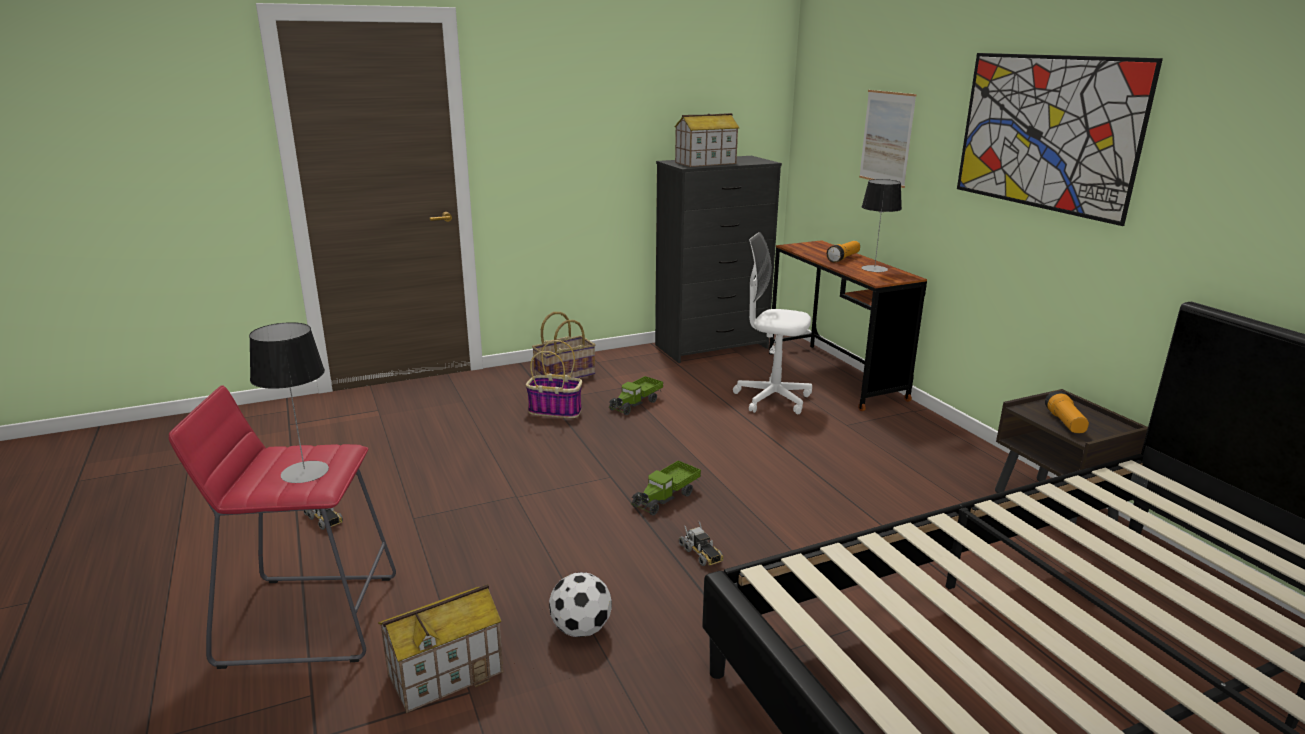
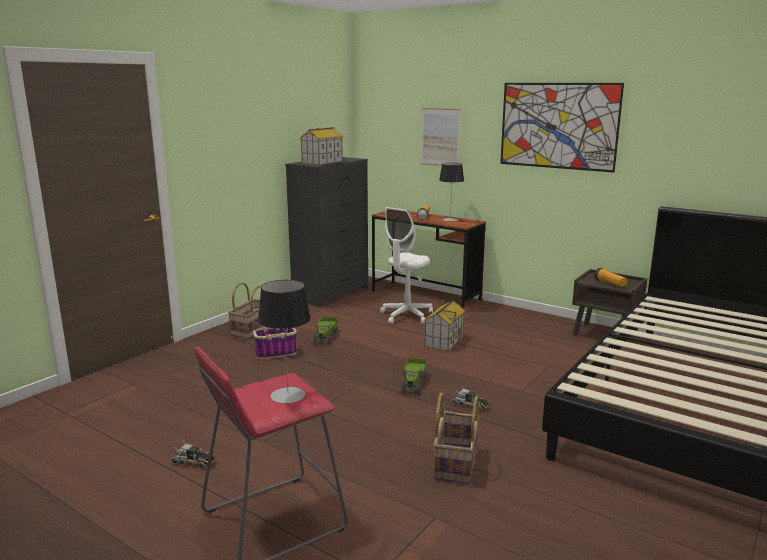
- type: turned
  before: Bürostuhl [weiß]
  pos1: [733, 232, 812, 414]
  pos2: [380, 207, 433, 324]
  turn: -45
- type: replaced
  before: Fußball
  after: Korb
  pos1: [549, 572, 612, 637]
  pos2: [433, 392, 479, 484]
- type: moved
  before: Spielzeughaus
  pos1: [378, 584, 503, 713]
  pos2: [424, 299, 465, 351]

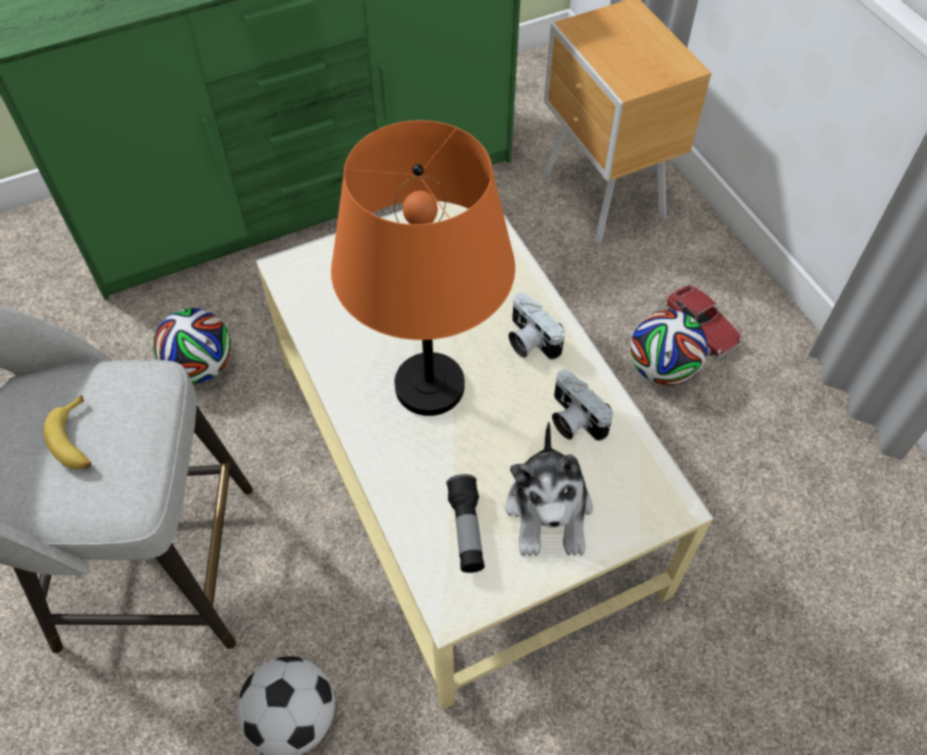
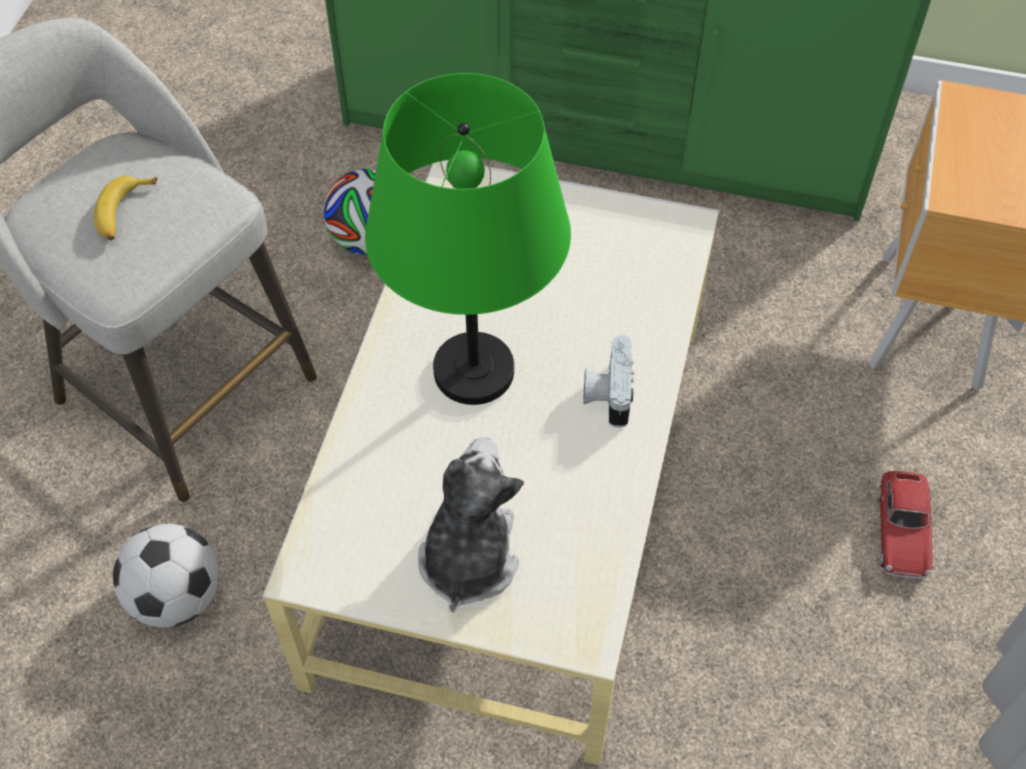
- type: recoloured
  before: Tischlampe [orange]
  after: Tischlampe [grün]
  pos1: [331, 120, 515, 416]
  pos2: [365, 73, 571, 405]
- type: removed
  before: Fußball
  pos1: [630, 310, 708, 386]
- type: removed
  before: Kamera
  pos1: [552, 369, 613, 441]
- type: turned
  before: Plüschtier
  pos1: [506, 422, 593, 556]
  pos2: [418, 437, 524, 613]
  turn: 150
- type: removed
  before: Taschenlampe
  pos1: [446, 474, 485, 573]

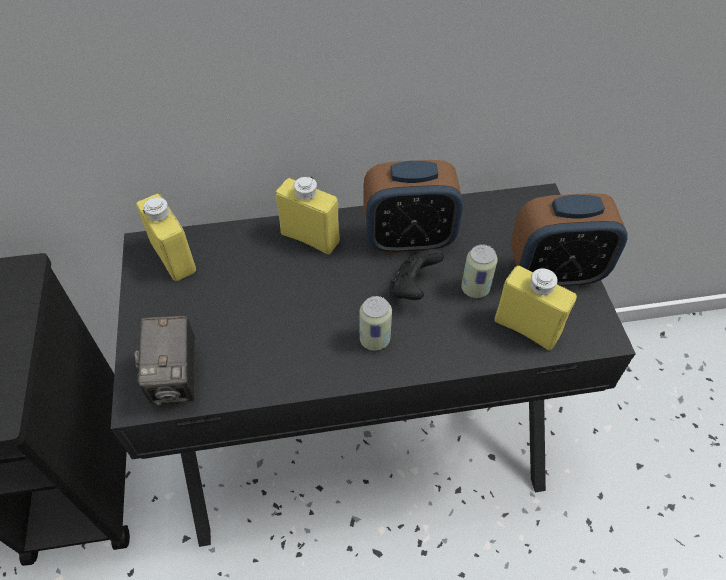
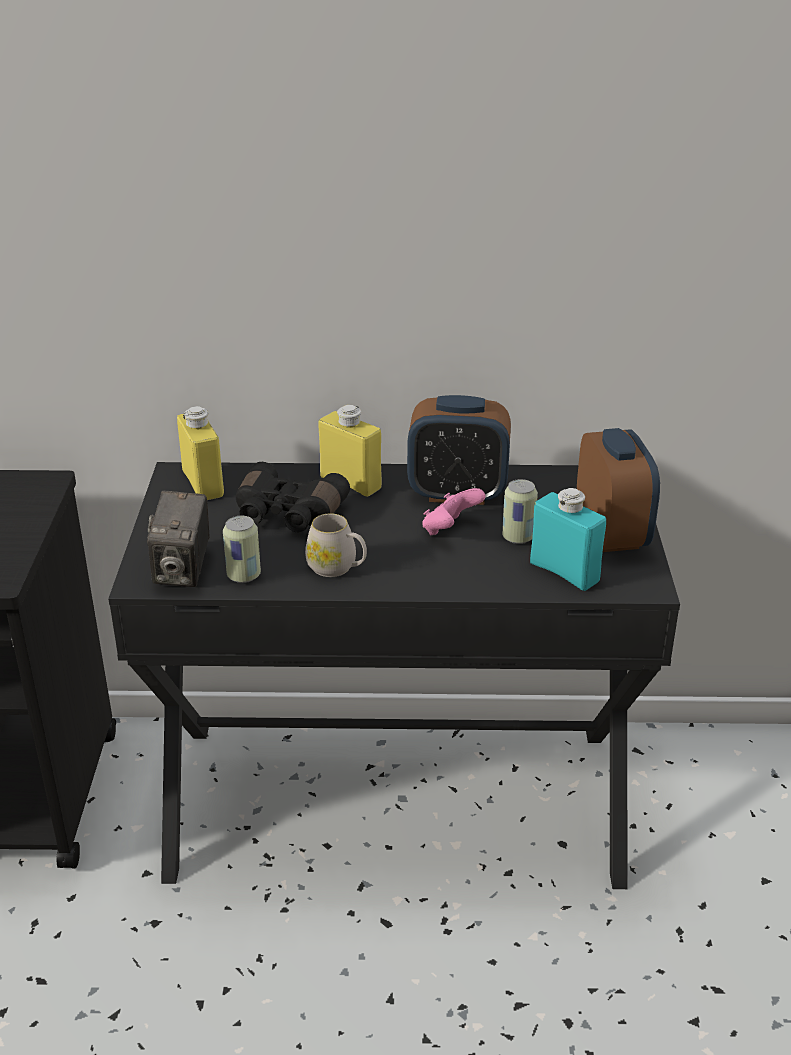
- type: turned
  before: Wecker
  pos1: [511, 193, 628, 286]
  pos2: [577, 428, 660, 552]
  turn: -105
- type: recoloured
  before: Gamepad [schwarz]
  after: Gamepad [rosa]
  pos1: [389, 249, 444, 300]
  pos2: [422, 488, 485, 535]
- type: recoloured
  before: Flasche [gelb]
  after: Flasche [türkis]
  pos1: [494, 265, 577, 351]
  pos2: [530, 488, 606, 591]
- type: moved
  before: Dose
  pos1: [359, 296, 392, 351]
  pos2: [223, 516, 261, 583]
- type: added
  after: Fernglas [schwarz]
  pos2: [236, 462, 350, 532]
- type: added
  after: Henkelbecher [weiß]
  pos2: [305, 513, 367, 577]

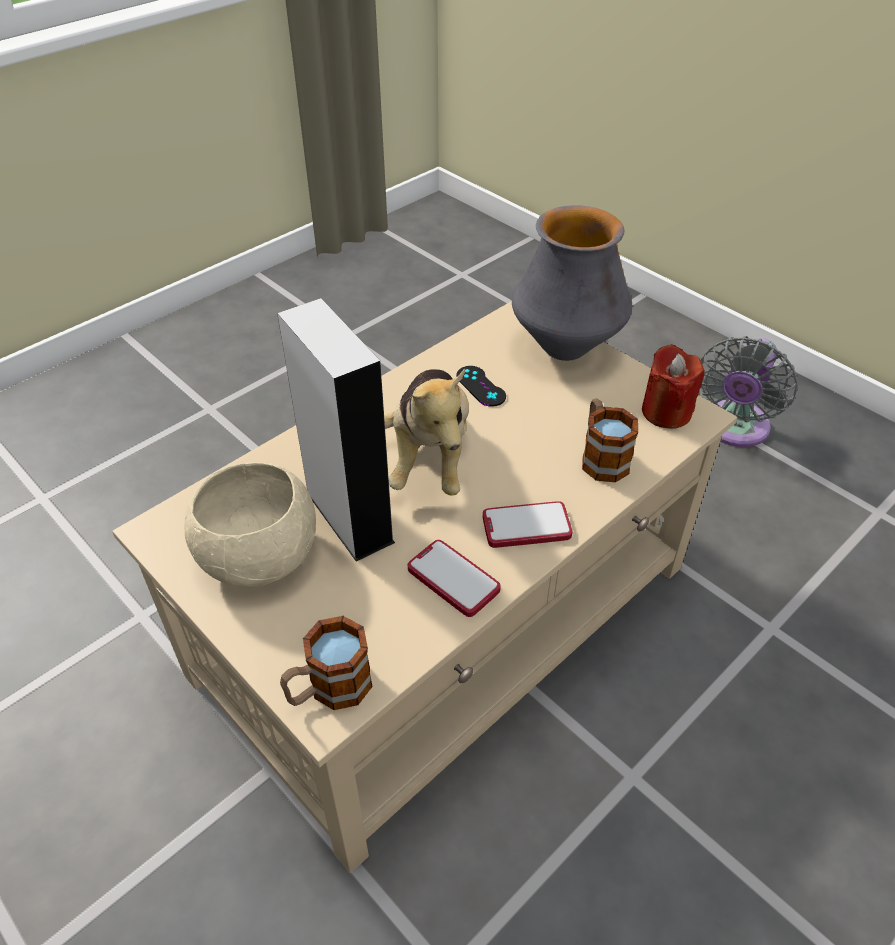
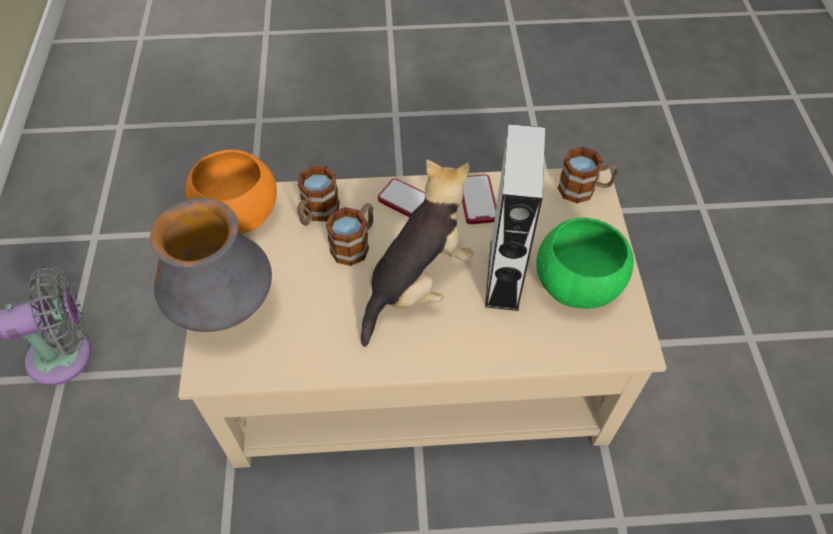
- type: replaced
  before: Kerze [rot]
  after: Schüssel [orange]
  pos1: [642, 344, 705, 429]
  pos2: [186, 149, 277, 234]
- type: removed
  before: Gamepad [schwarz]
  pos1: [456, 366, 506, 407]
- type: recoloured
  before: Schüssel [beige]
  after: Schüssel [grün]
  pos1: [184, 462, 316, 587]
  pos2: [536, 218, 634, 309]
- type: added
  after: Henkelbecher
  pos2: [326, 203, 373, 266]

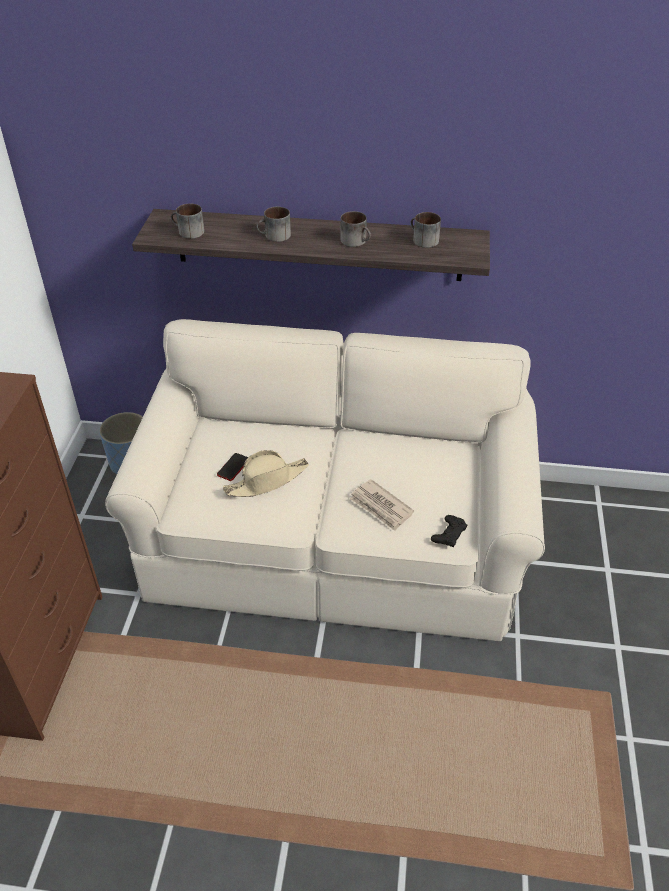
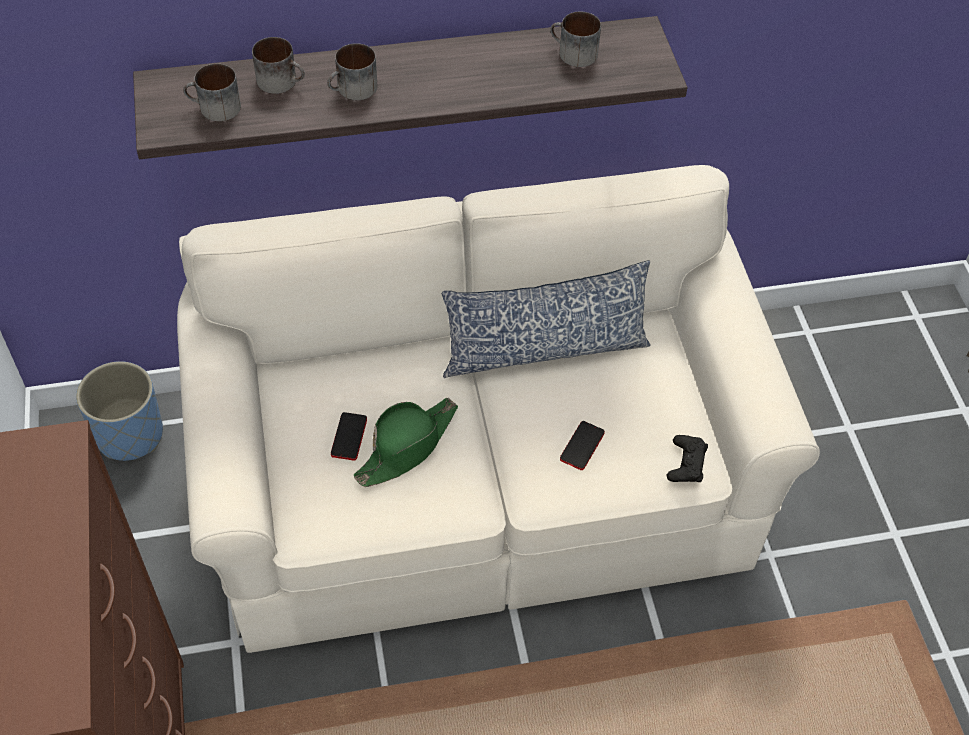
- type: moved
  before: Henkelbecher
  pos1: [340, 211, 371, 247]
  pos2: [252, 37, 305, 94]
- type: recoloured
  before: Hut [beige]
  after: Hut [grün]
  pos1: [223, 450, 309, 497]
  pos2: [354, 397, 458, 487]
- type: replaced
  before: Zeitung
  after: Handy
  pos1: [350, 479, 414, 531]
  pos2: [560, 421, 605, 470]
- type: added
  after: Kissen
  pos2: [442, 260, 651, 378]

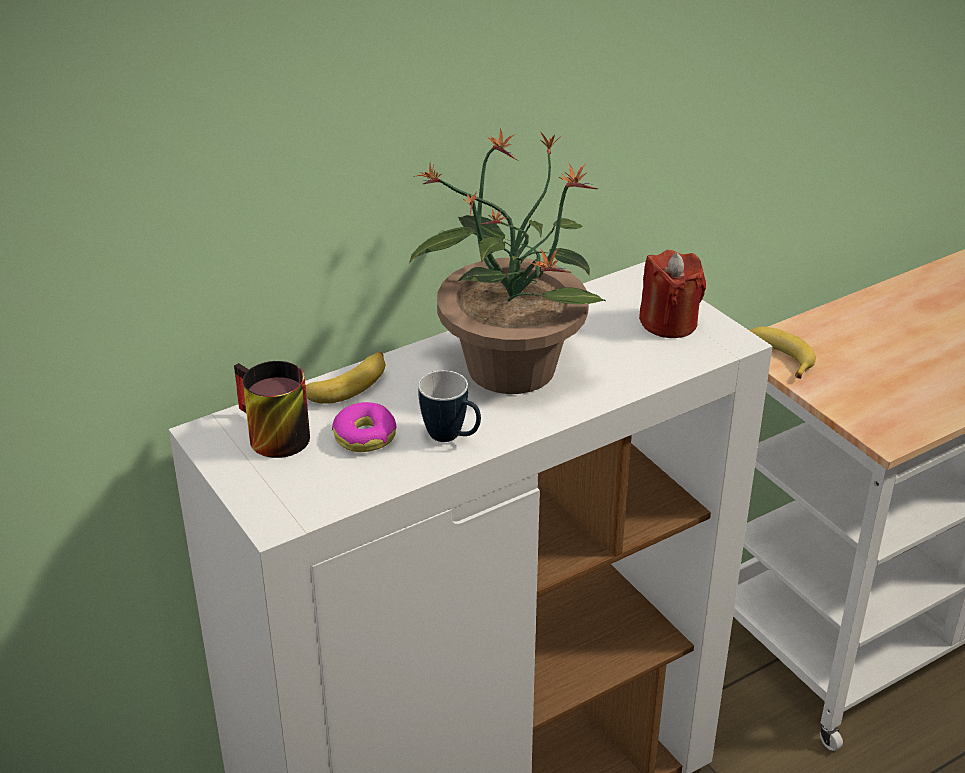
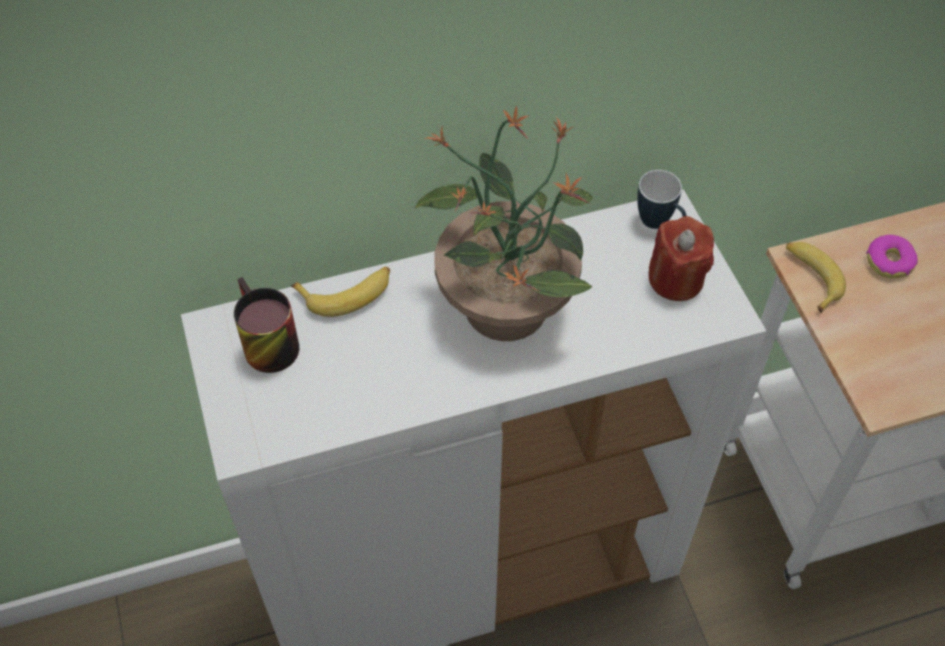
- type: moved
  before: Henkelbecher
  pos1: [418, 370, 481, 442]
  pos2: [637, 170, 686, 229]
- type: moved
  before: Donut
  pos1: [332, 402, 397, 452]
  pos2: [866, 235, 918, 278]

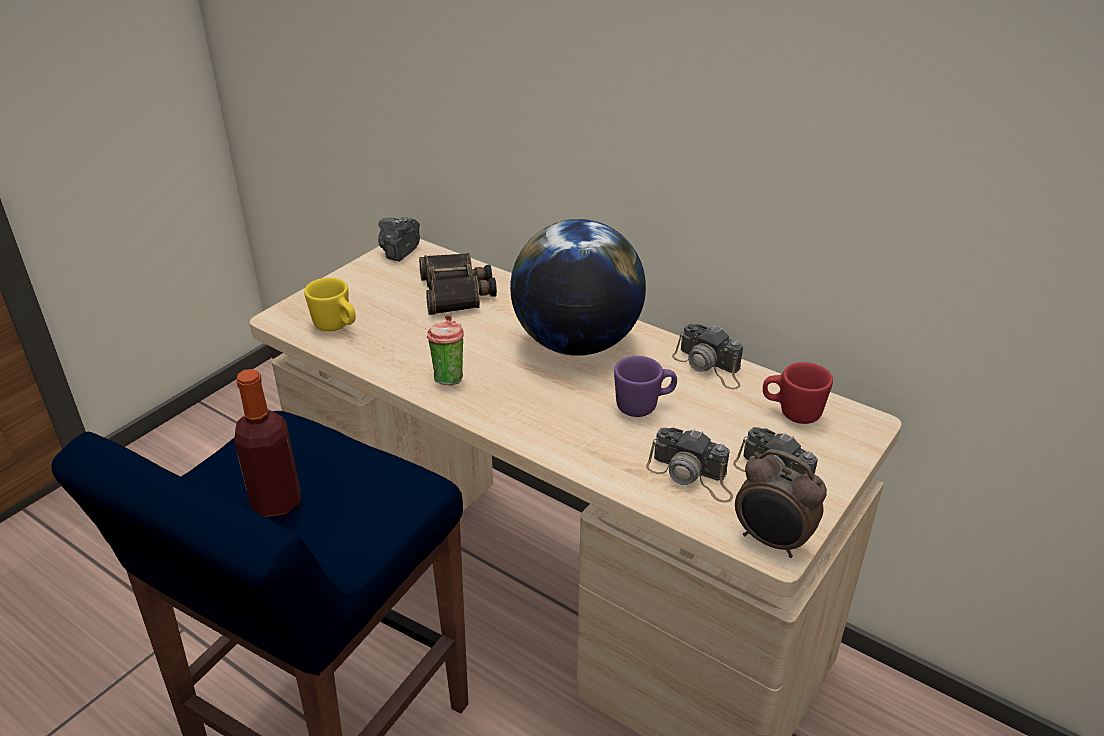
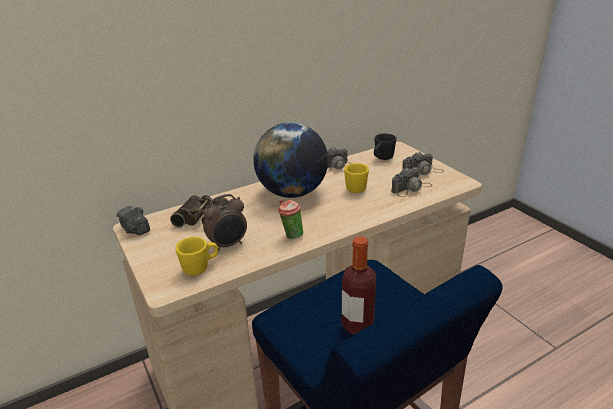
- type: recoloured
  before: Henkelbecher [lila]
  after: Henkelbecher [gelb]
  pos1: [614, 356, 677, 417]
  pos2: [344, 163, 369, 193]
- type: recoloured
  before: Henkelbecher [rot]
  after: Henkelbecher [schwarz]
  pos1: [763, 362, 833, 424]
  pos2: [374, 133, 396, 160]
- type: moved
  before: Wecker
  pos1: [735, 449, 827, 558]
  pos2: [203, 194, 247, 252]

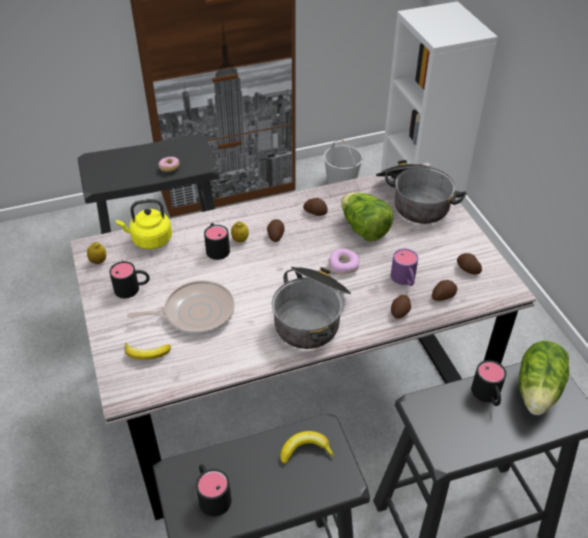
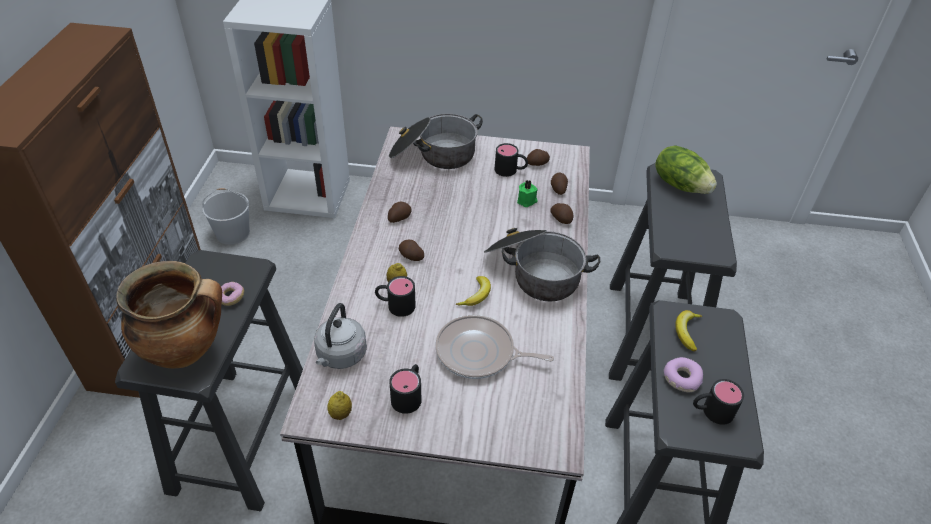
- type: removed
  before: Salatkopf
  pos1: [341, 193, 393, 241]
- type: recoloured
  before: Wasserkessel [gelb]
  after: Wasserkessel [grau]
  pos1: [116, 199, 172, 249]
  pos2: [314, 303, 367, 369]
- type: moved
  before: Donut
  pos1: [328, 248, 360, 274]
  pos2: [664, 357, 703, 392]
- type: replaced
  before: Henkelbecher [lila]
  after: Kerze [grün]
  pos1: [391, 249, 418, 286]
  pos2: [517, 180, 537, 207]
- type: turned
  before: Pfanne
  pos1: [127, 280, 235, 335]
  pos2: [436, 315, 554, 379]
  turn: -90
- type: moved
  before: Banane
  pos1: [125, 343, 171, 360]
  pos2: [456, 276, 491, 306]
- type: moved
  before: Henkelbecher [schwarz]
  pos1: [471, 360, 506, 406]
  pos2: [495, 143, 528, 177]
- type: added
  after: Kochtopf
  pos2: [116, 261, 222, 368]

